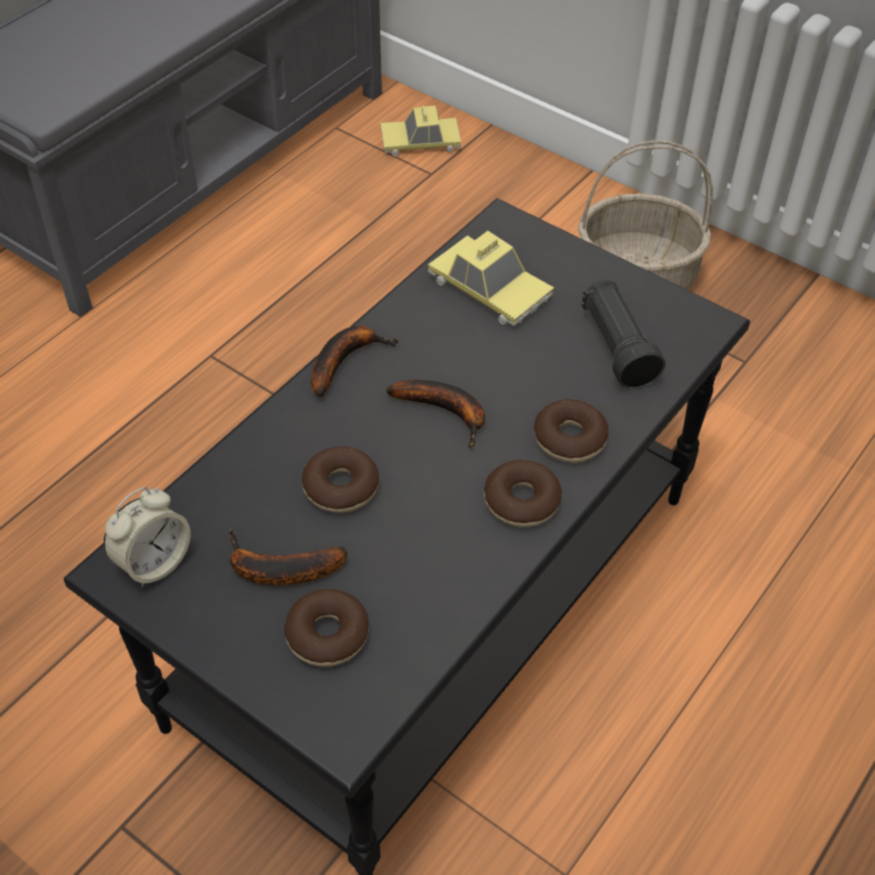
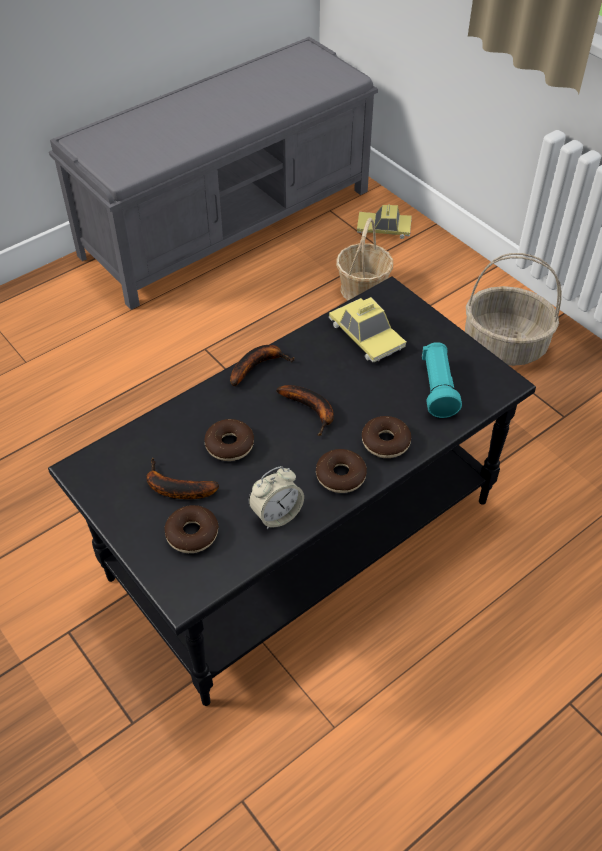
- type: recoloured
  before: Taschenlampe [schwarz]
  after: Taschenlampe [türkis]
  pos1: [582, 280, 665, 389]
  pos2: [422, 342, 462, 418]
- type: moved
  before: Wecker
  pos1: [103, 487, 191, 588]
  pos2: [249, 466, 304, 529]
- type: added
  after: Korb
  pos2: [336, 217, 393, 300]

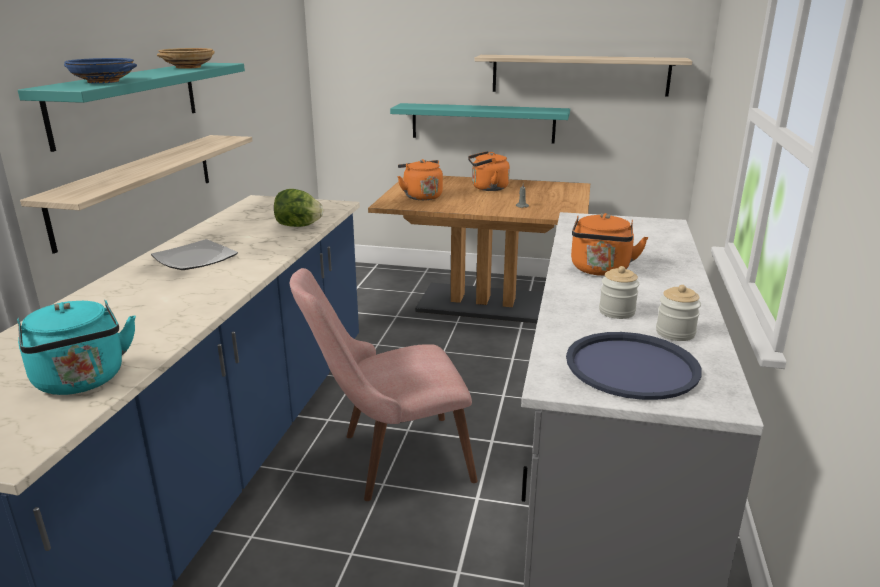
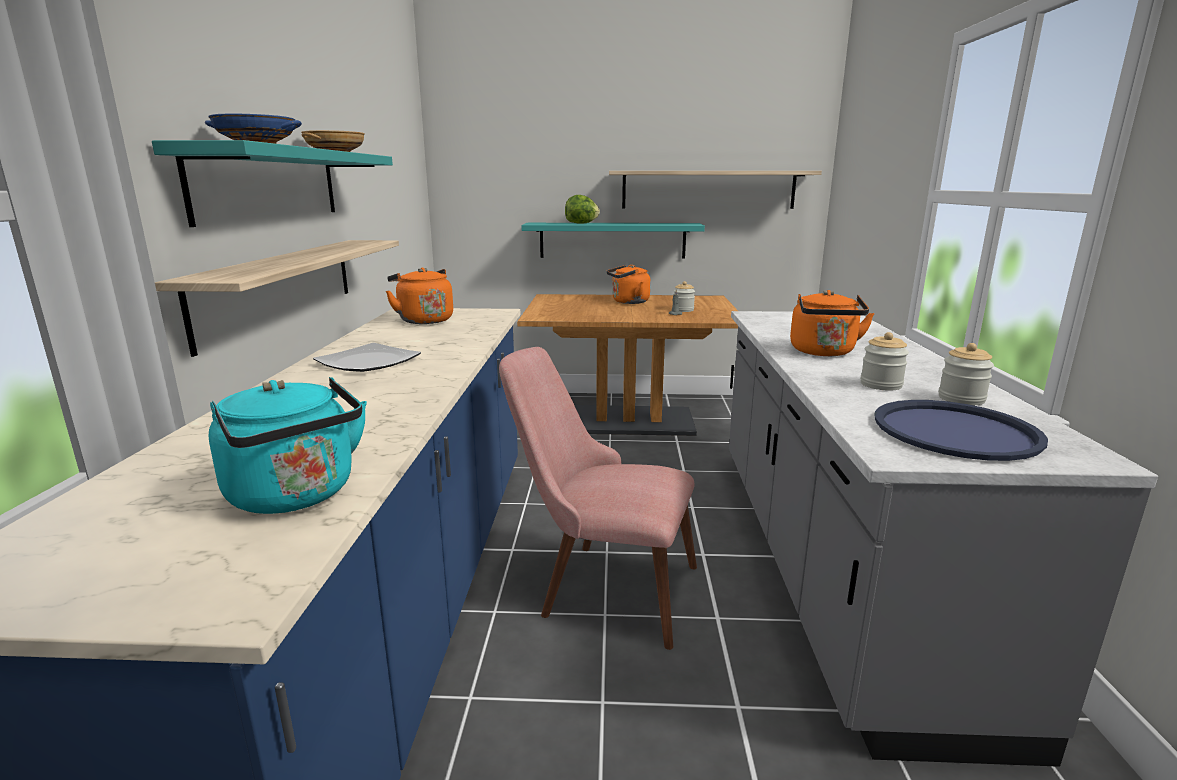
- type: moved
  before: Wasserkessel [orange]
  pos1: [397, 159, 443, 200]
  pos2: [386, 267, 453, 324]
- type: moved
  before: Salatkopf
  pos1: [274, 189, 323, 227]
  pos2: [565, 195, 600, 224]
- type: turned
  before: Stuhl [rosa]
  pos1: [290, 268, 478, 501]
  pos2: [499, 347, 697, 650]
  turn: 45
- type: added
  after: Vorratsglas
  pos2: [674, 281, 695, 312]

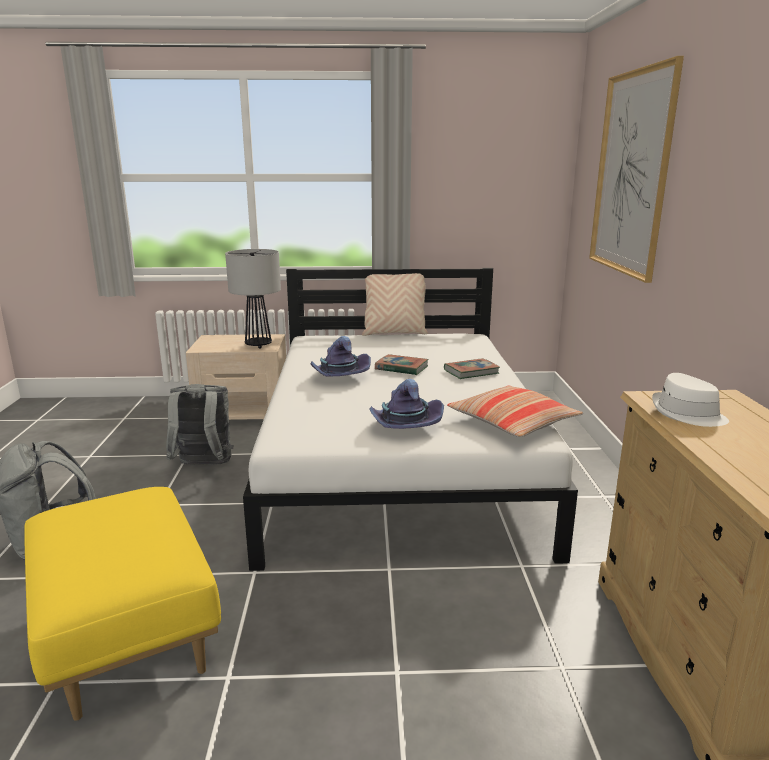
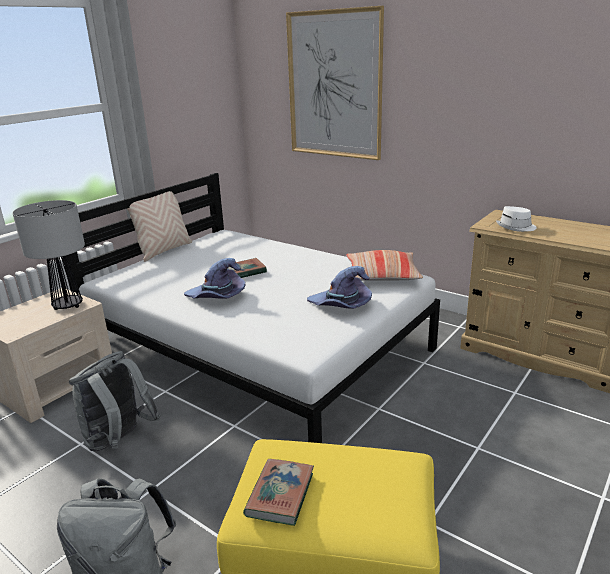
- type: moved
  before: Buch
  pos1: [444, 358, 500, 379]
  pos2: [243, 459, 314, 526]

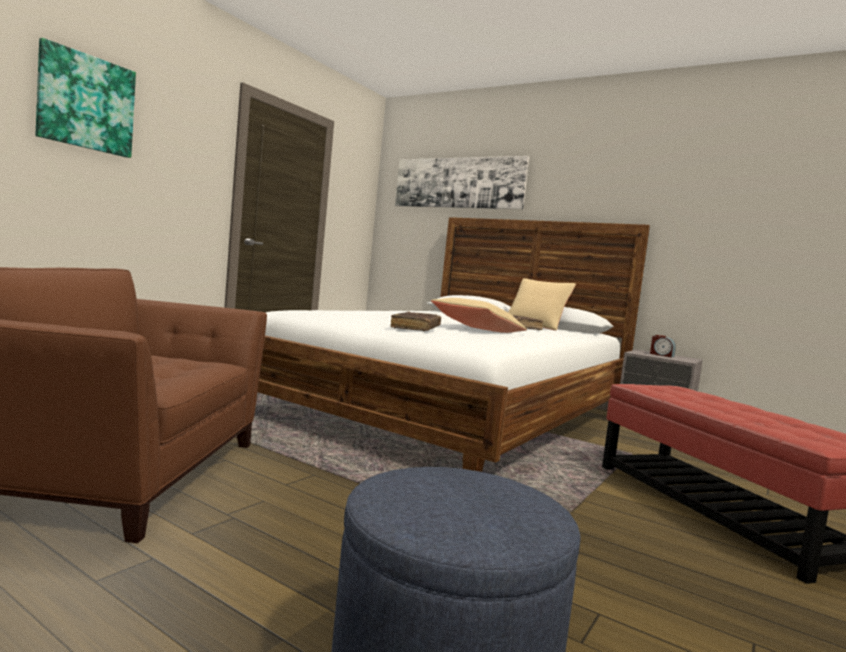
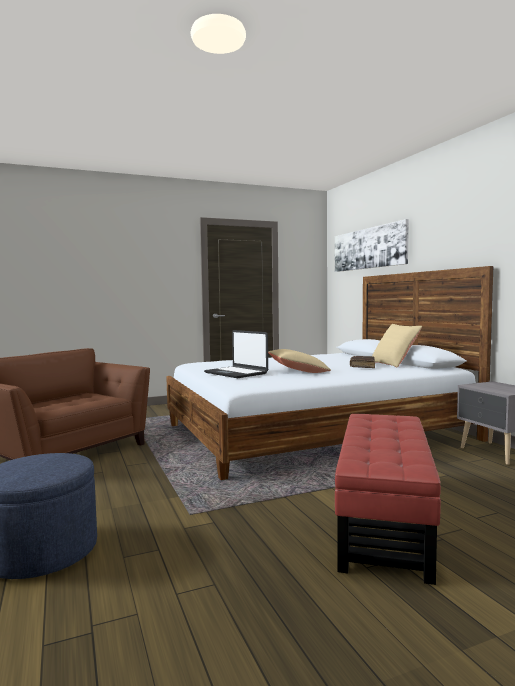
- type: removed
  before: Bild
  pos1: [36, 38, 136, 158]
- type: replaced
  before: Buch [braun]
  after: Laptop
  pos1: [390, 312, 441, 331]
  pos2: [204, 330, 268, 378]
- type: removed
  before: Wecker
  pos1: [650, 335, 676, 357]

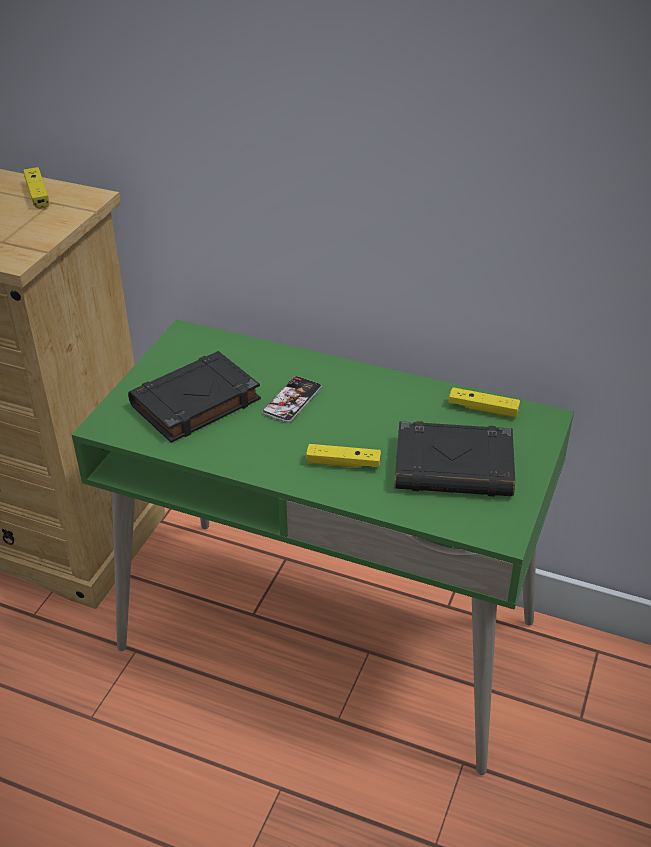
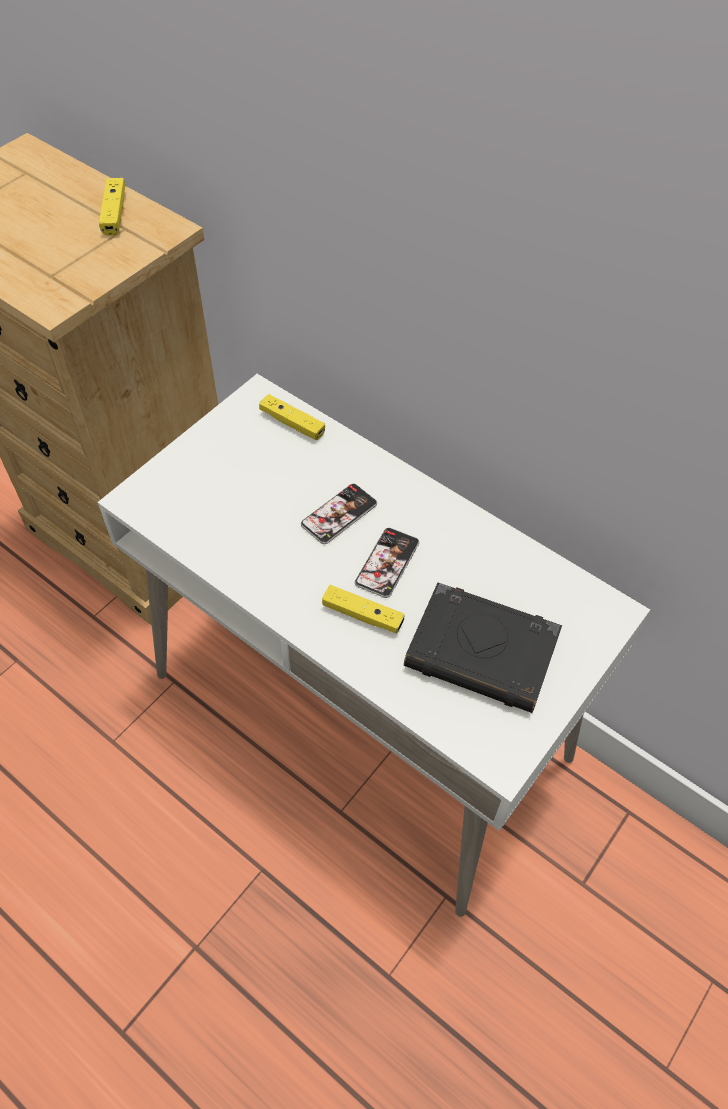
- type: recoloured
  before: Schreibtisch [grün]
  after: Schreibtisch [weiß]
  pos1: [72, 319, 574, 775]
  pos2: [98, 374, 650, 917]
- type: removed
  before: Buch [schwarz]
  pos1: [128, 351, 261, 443]
- type: moved
  before: Gamepad [gelb]
  pos1: [449, 387, 520, 418]
  pos2: [259, 394, 325, 440]
- type: added
  after: Handy
  pos2: [355, 528, 419, 598]

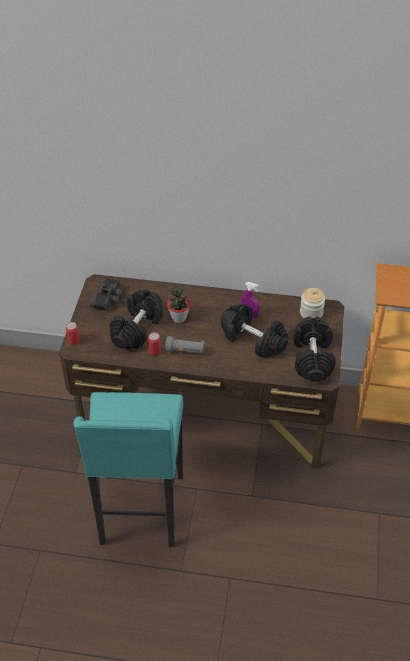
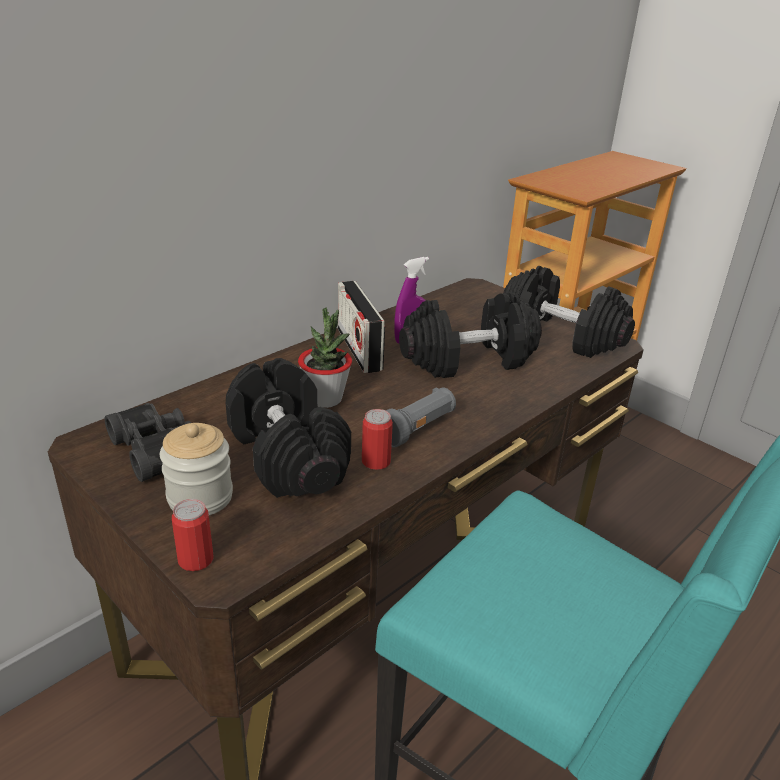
- type: moved
  before: Vorratsglas
  pos1: [300, 288, 325, 318]
  pos2: [160, 423, 233, 515]
- type: added
  after: Radio
  pos2: [338, 281, 385, 373]

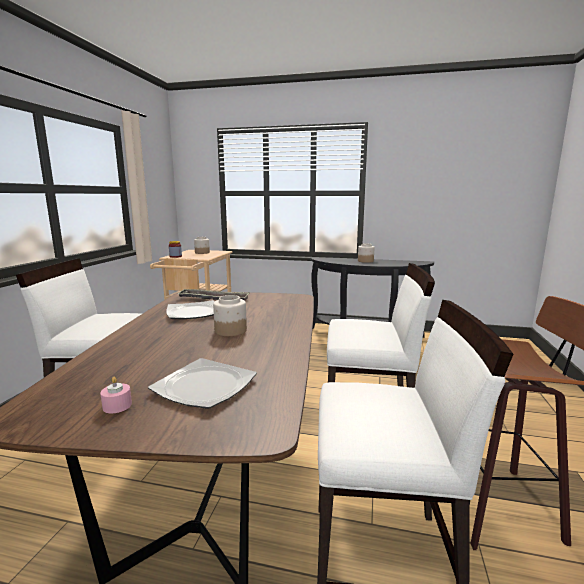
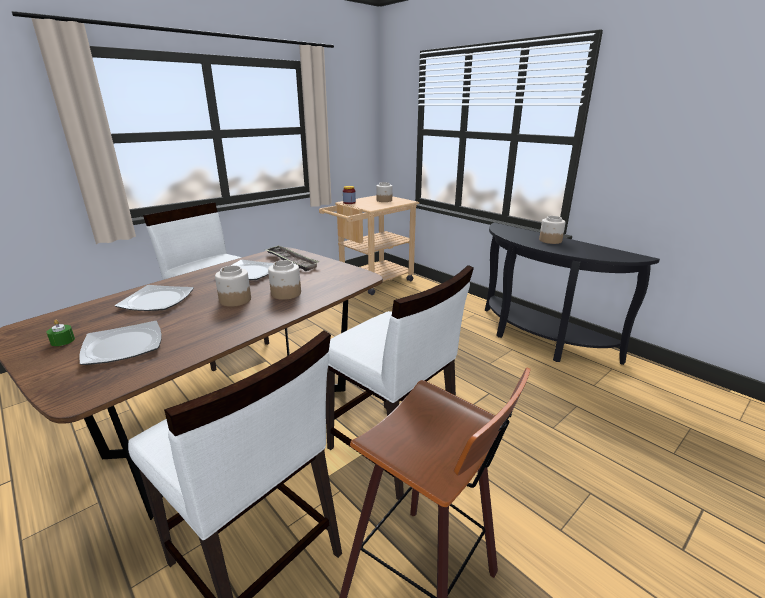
- type: recoloured
  before: Kerze [rosa]
  after: Kerze [grün]
  pos1: [100, 377, 132, 413]
  pos2: [46, 320, 75, 346]
- type: added
  after: Vorratsglas
  pos2: [268, 260, 301, 300]
- type: added
  after: Teller
  pos2: [115, 285, 194, 311]

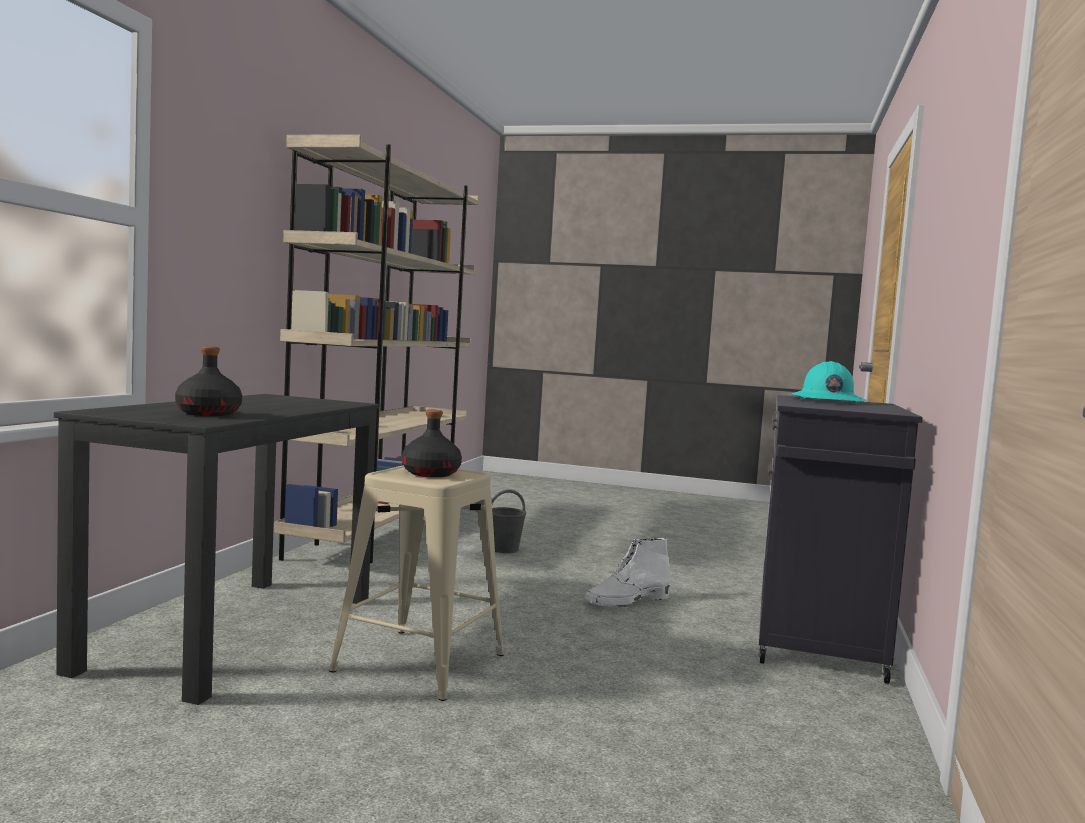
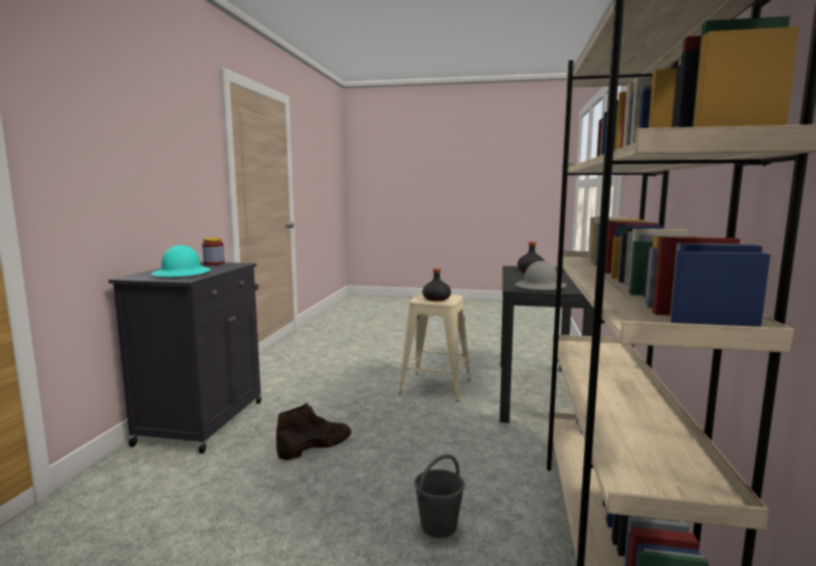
- type: recoloured
  before: Stiefel [weiß]
  after: Stiefel [braun]
  pos1: [585, 538, 671, 607]
  pos2: [276, 403, 351, 460]
- type: added
  after: Vorratsglas
  pos2: [202, 238, 225, 265]
- type: added
  after: Schutzhelm [grau]
  pos2: [515, 261, 566, 290]

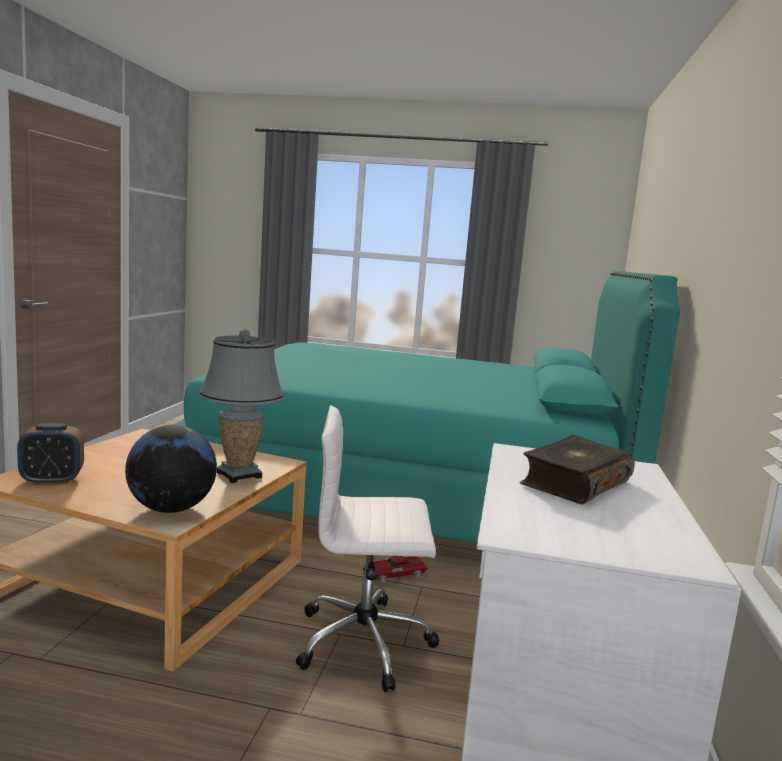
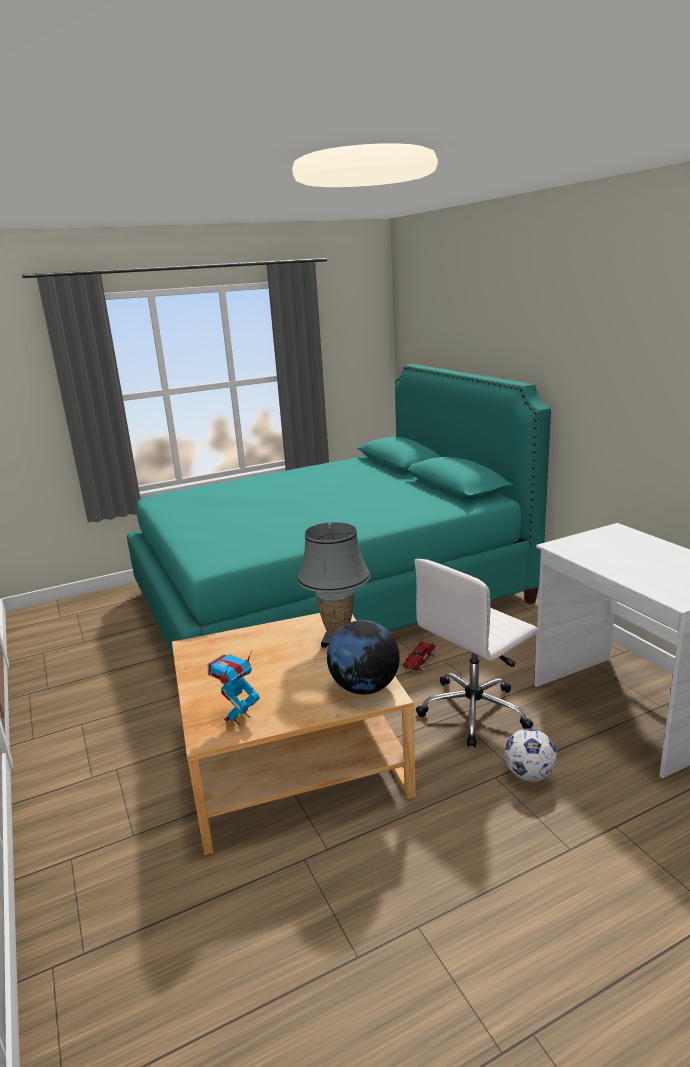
- type: replaced
  before: Wecker
  after: Spielzeugroboter
  pos1: [17, 423, 84, 485]
  pos2: [208, 650, 260, 725]
- type: removed
  before: Buch
  pos1: [519, 435, 635, 505]
- type: added
  after: Fußball
  pos2: [504, 728, 557, 782]

